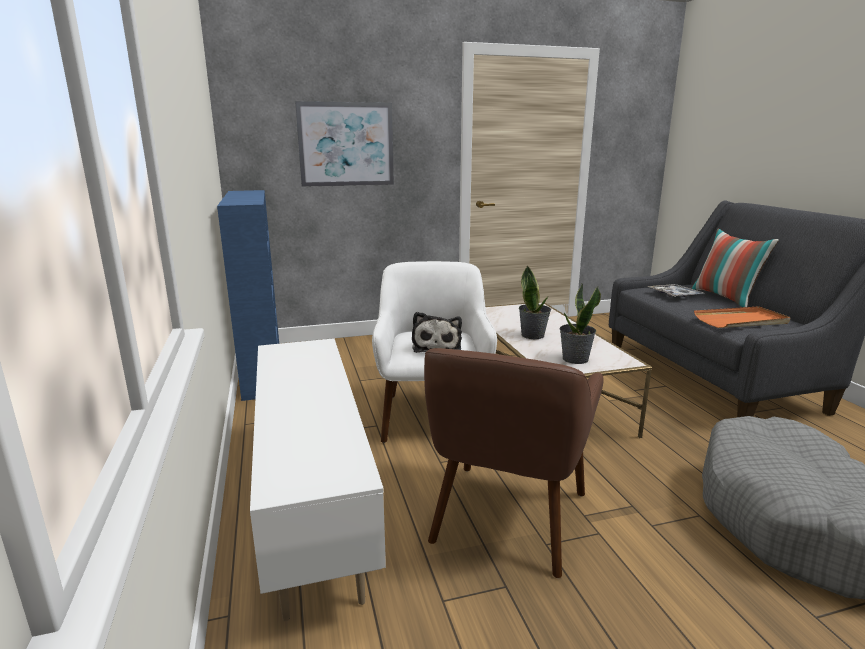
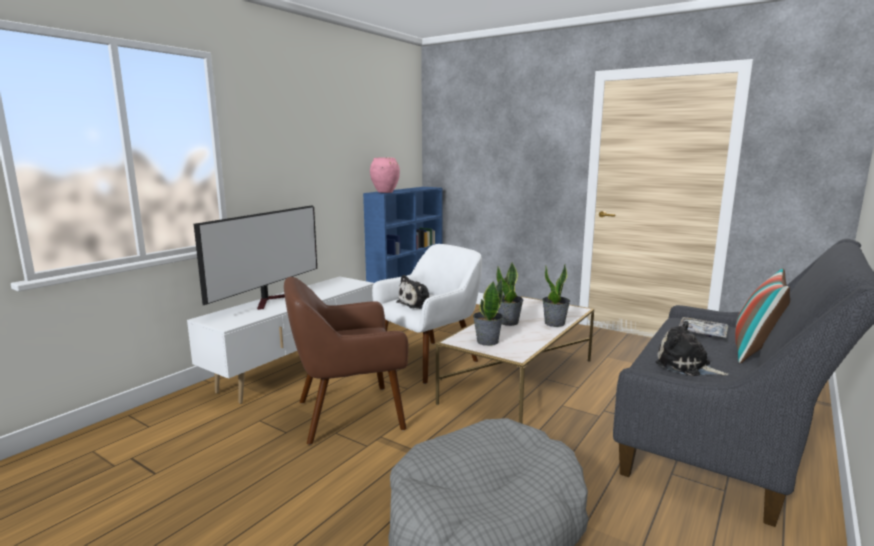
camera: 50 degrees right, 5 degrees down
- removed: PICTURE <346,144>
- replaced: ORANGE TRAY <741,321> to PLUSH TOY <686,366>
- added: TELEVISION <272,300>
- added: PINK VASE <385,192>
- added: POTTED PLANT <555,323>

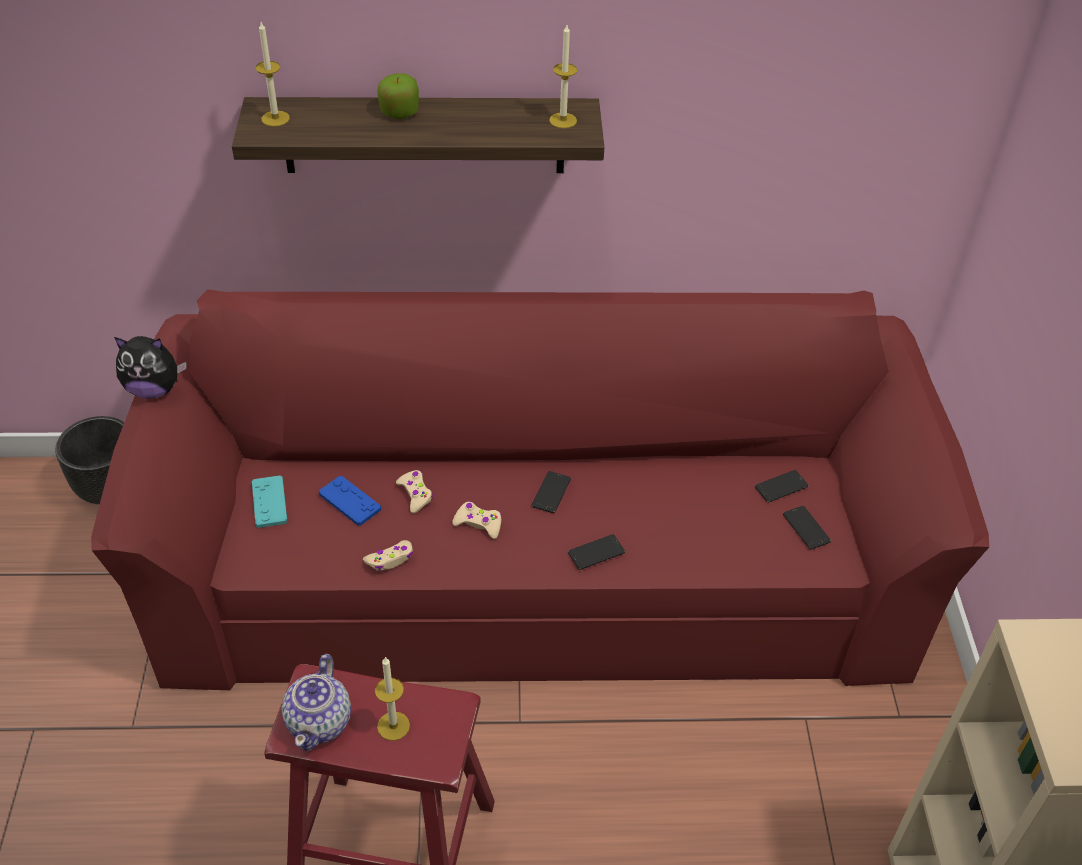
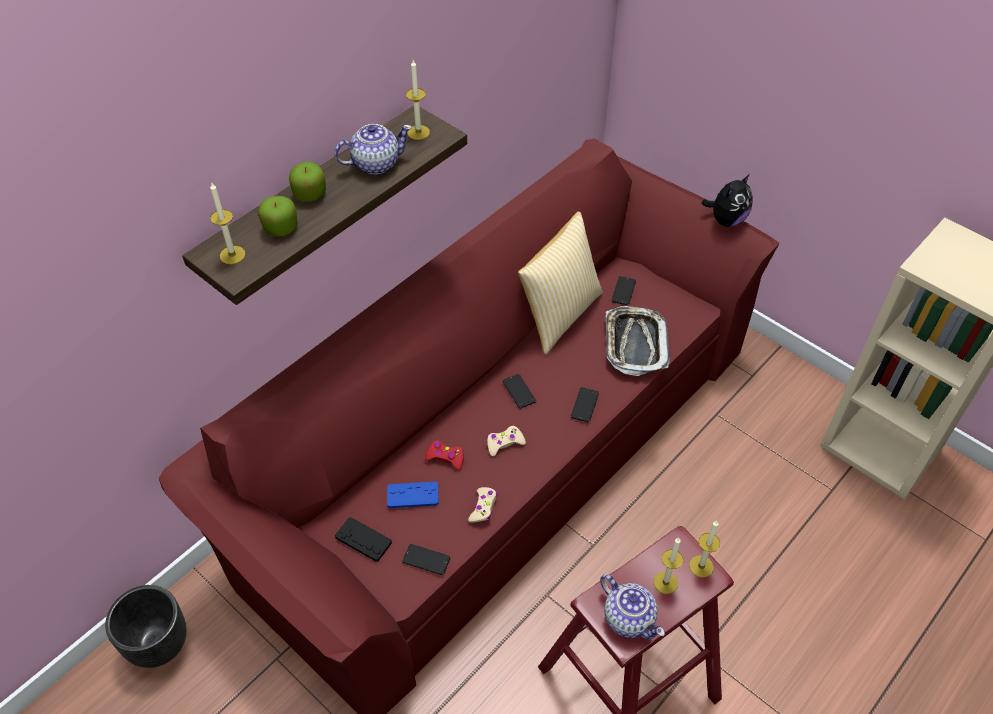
camera: 45 degrees left, 5 degrees up
- moved: PLUSH TOY <154,389> to <726,220>
- recoloured: TURQUOISE GAME CONTROLLER <269,502> to BLACK GAME CONTROLLER <363,540>
- recoloured: BEIGE GAME CONTROLLER <415,494> to RED GAME CONTROLLER <445,457>
- moved: PHONE <806,528> to <426,560>
- added: APPLE <280,228>
- added: TEAPOT <375,163>
- added: PILLOW <559,315>
- added: TRAY <635,344>
- added: CANDLE <701,566>

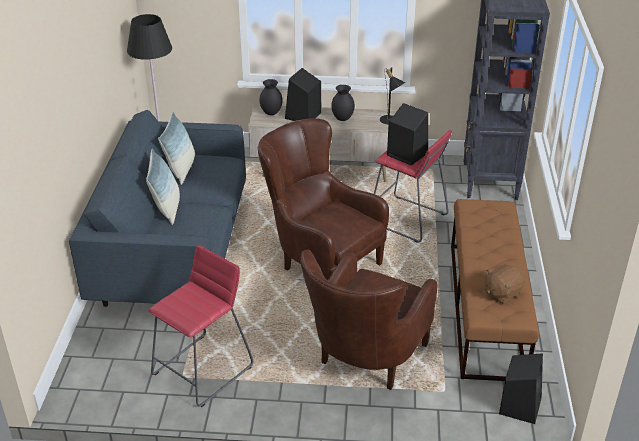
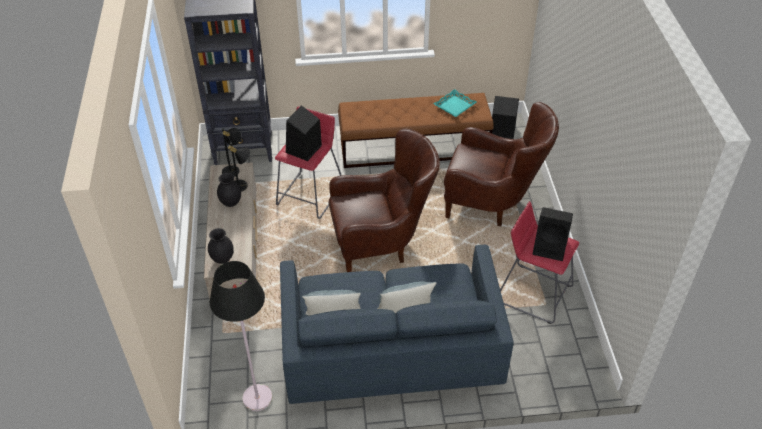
camera: 100 degrees left, 10 degrees up
- turned: BROWN ARMCHAIR <320,261> = <382,244> 135 degrees counterclockwise
- moved: BLACK SPEAKER <303,116> to <550,247>
- replaced: BROWN PLUSH TOY <502,293> to TURQUOISE TRAY <454,106>
- added: BLACK TABLE LAMP <242,186>

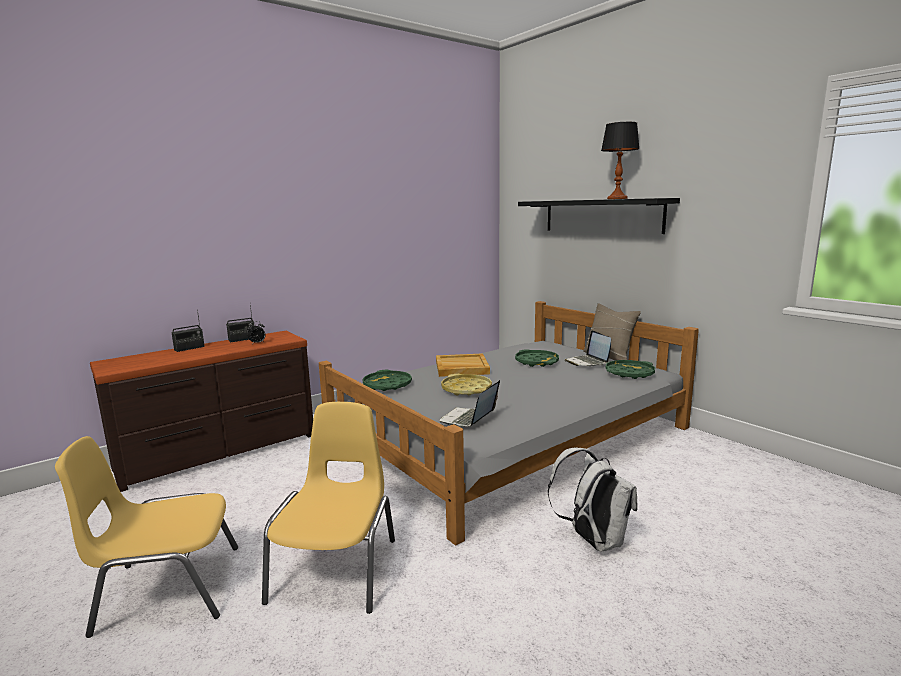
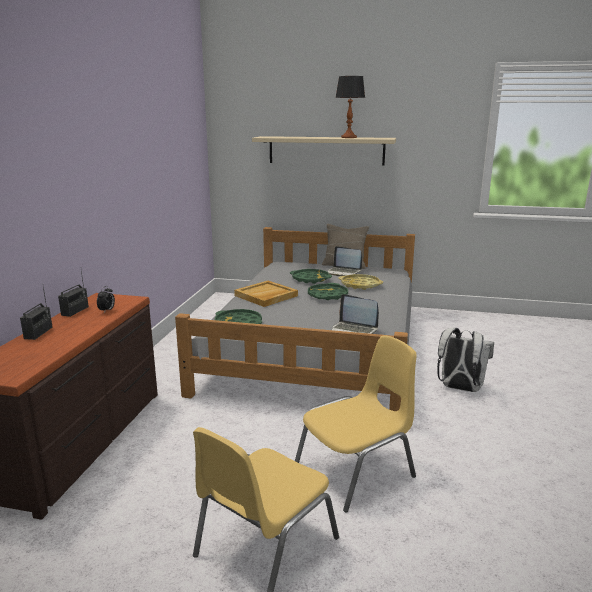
camera: 40 degrees left, 5 degrees up
- turned: YELLOW CHAIR <337,568> = <357,470> 90 degrees clockwise
- turned: LAPTOP <468,419> = <353,331> 45 degrees counterclockwise
- moved: YELLOW TRAY <466,389> to <360,285>
- recoloured: BLACK SHELF <601,216> to BEIGE SHELF <326,150>
- moved: GREEN TRAY <629,373> to <327,295>

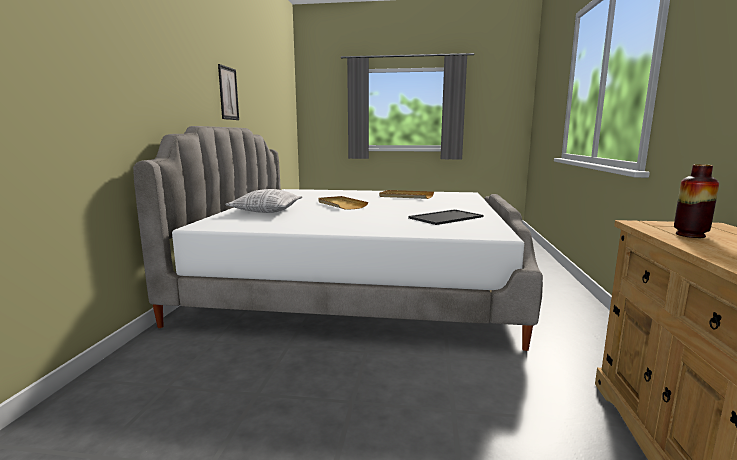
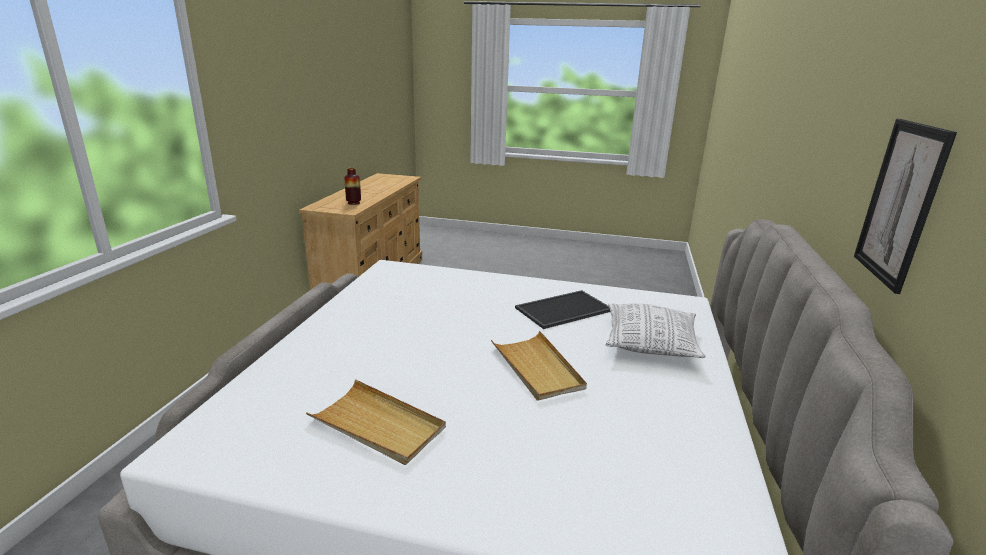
camera: 175 degrees left, 10 degrees up
- moved: TRAY <445,217> to <564,310>

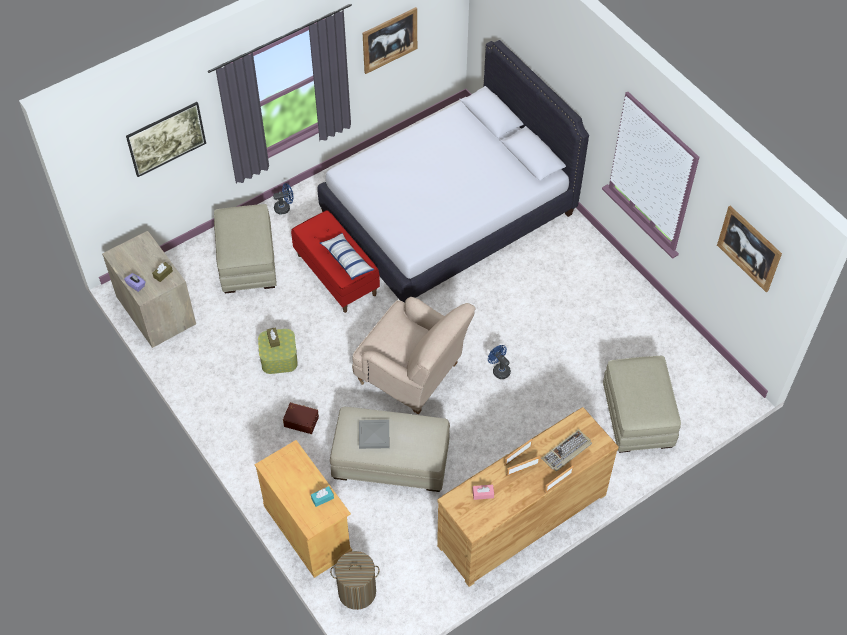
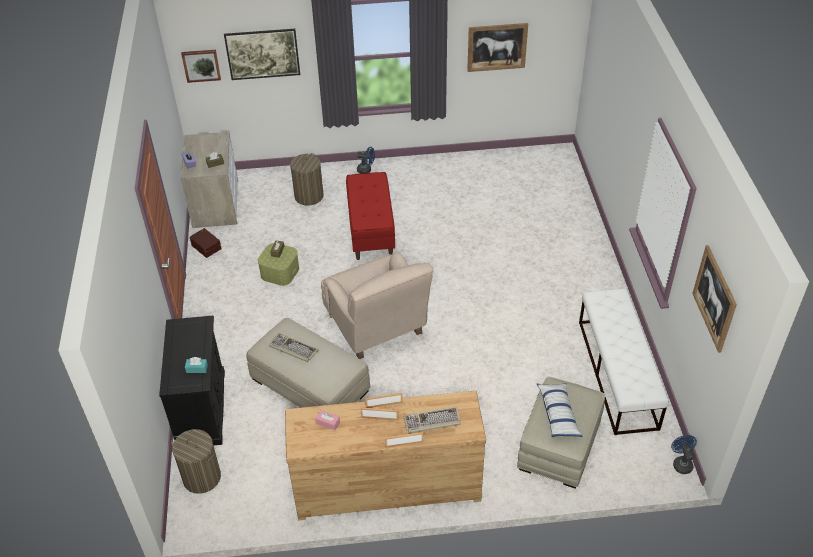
camera: 30 degrees right, 10 degrees down
- replaced: BEIGE OTTOMAN <247,261> to LAUNDRY BASKET <309,196>
- recoloured: BEIGE CABINET <308,529> to BLACK CABINET <202,408>
- moved: BROWN STORAGE BOX <301,420> to <207,246>
- removed: WHITE BED <448,213>
- moved: PILLOW <347,260> to <558,414>
- replaced: GREY TRAY <373,435> to KEYBOARD <293,349>
- moved: BLUE FAN <499,370> to <681,463>
- added: PICTURE <201,65>
- added: WHITE BENCH <617,374>

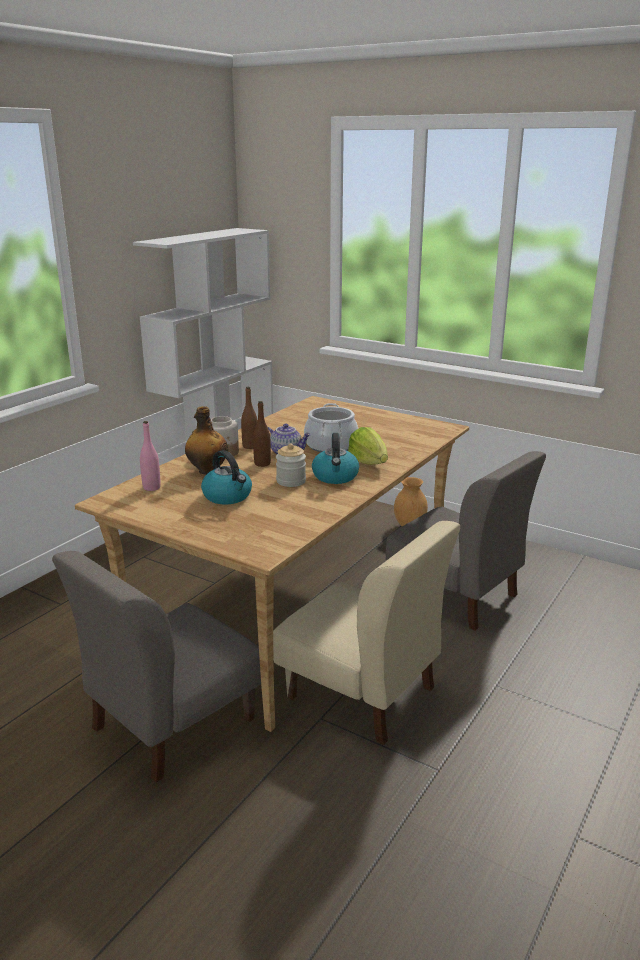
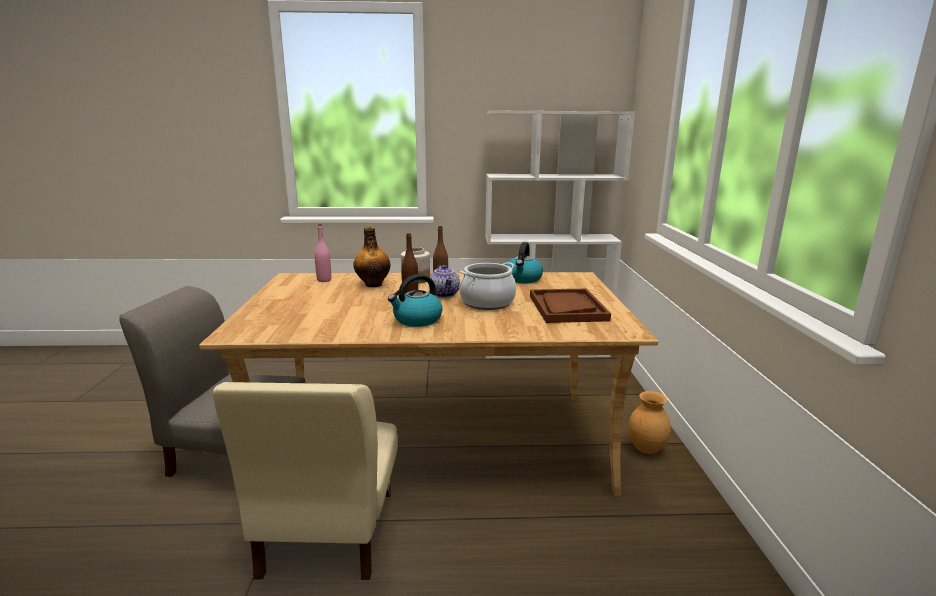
camera: 55 degrees right, 5 degrees down
- moved: KETTLE <228,496> to <523,279>
- removed: JAR <291,481>
- removed: LETTUCE <369,462>
- removed: GREY CHAIR <456,595>
- added: BROWN TRAY <567,308>

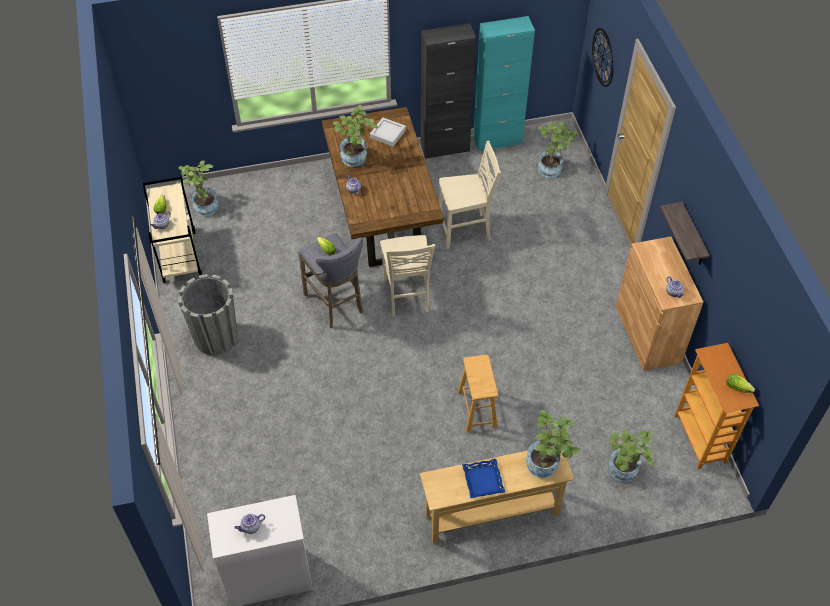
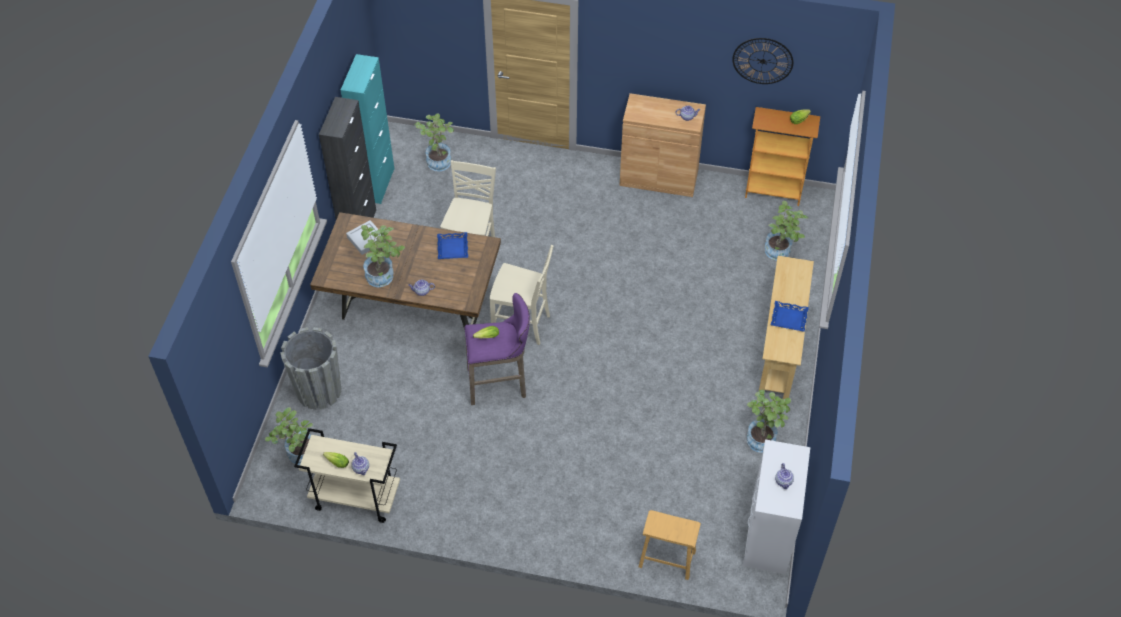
camera: 65 degrees left, 0 degrees up
- moved: GREY PLANTER <216,337> to <319,391>
- recoloured: GREY STOOL <336,305> to PURPLE STOOL <500,383>
- moved: BROWN STOOL <477,409> to <667,559>
- moved: POTTED PLANT <547,465> to <763,437>
- moved: WALL CLOCK <603,57> to <762,61>
- removed: SHELF <693,236>
- added: BLUE TRAY <453,248>

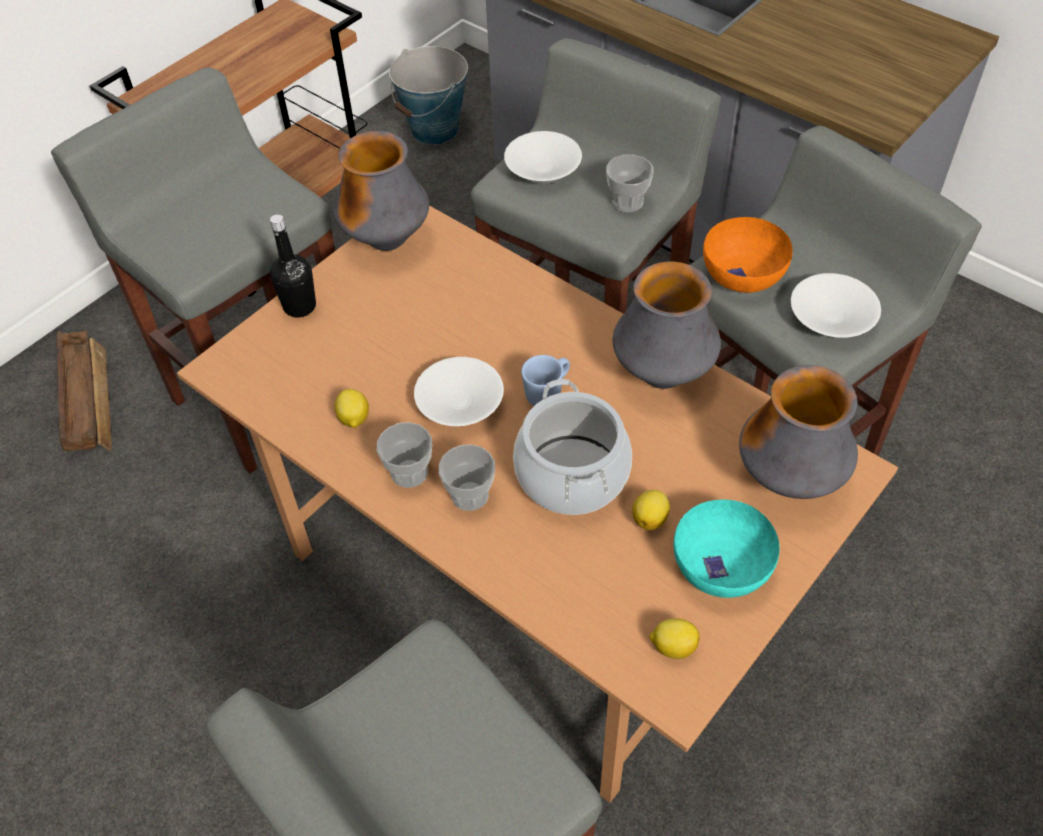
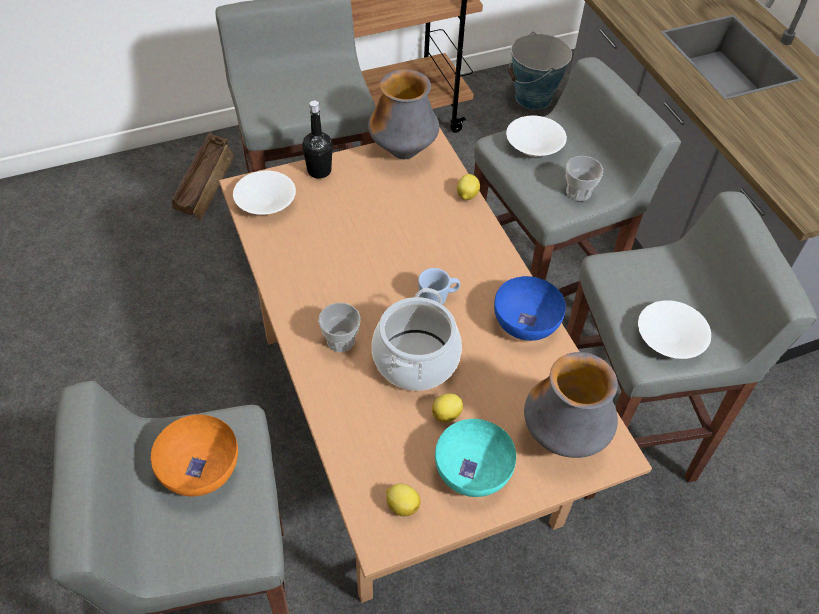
camera: 25 degrees right, 0 degrees up
- moved: LEMON <353,419> to <466,195>
- removed: CUP <409,472>
- moved: WHITE BOWL <461,404> to <266,203>
- replaced: VASE <662,374> to BLUE BOWL <524,322>
- moved: ORANGE BOWL <743,275> to <200,470>

